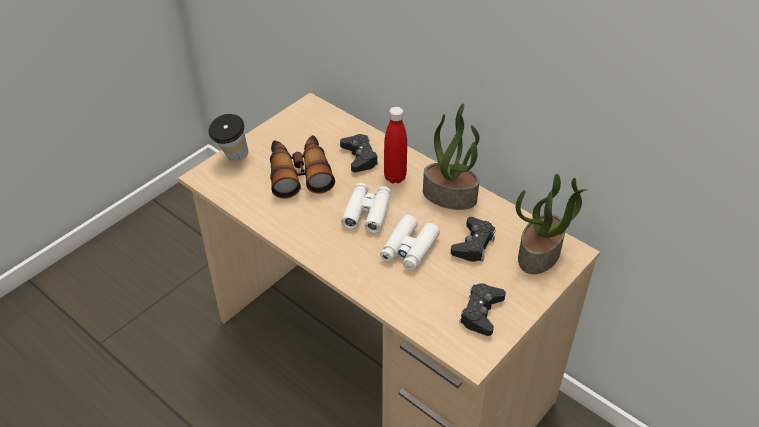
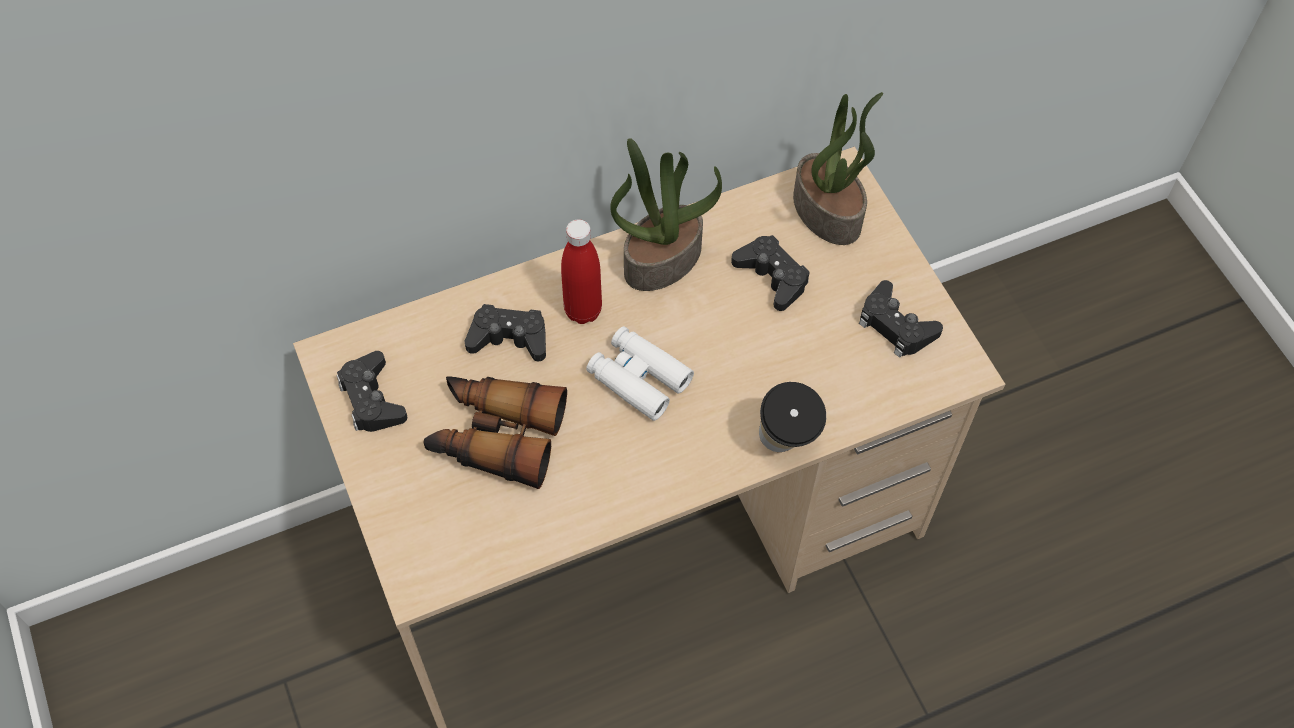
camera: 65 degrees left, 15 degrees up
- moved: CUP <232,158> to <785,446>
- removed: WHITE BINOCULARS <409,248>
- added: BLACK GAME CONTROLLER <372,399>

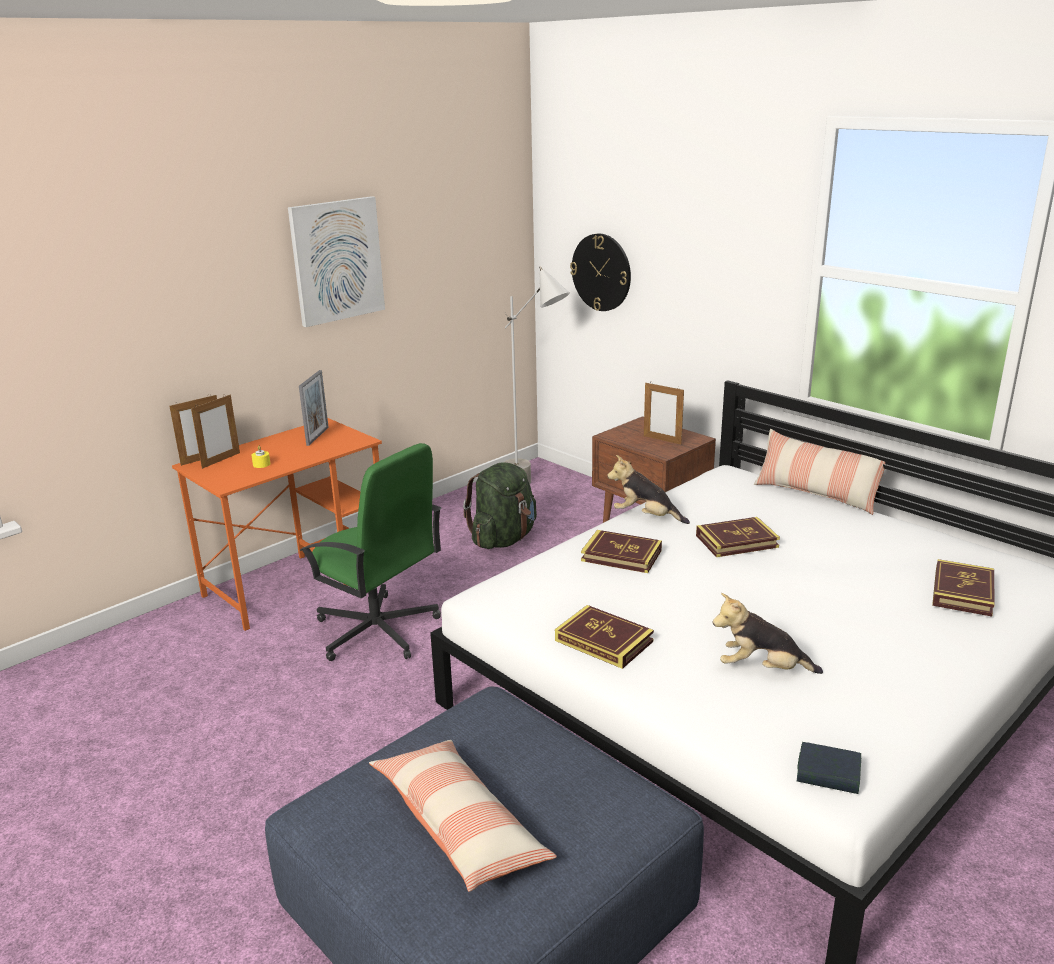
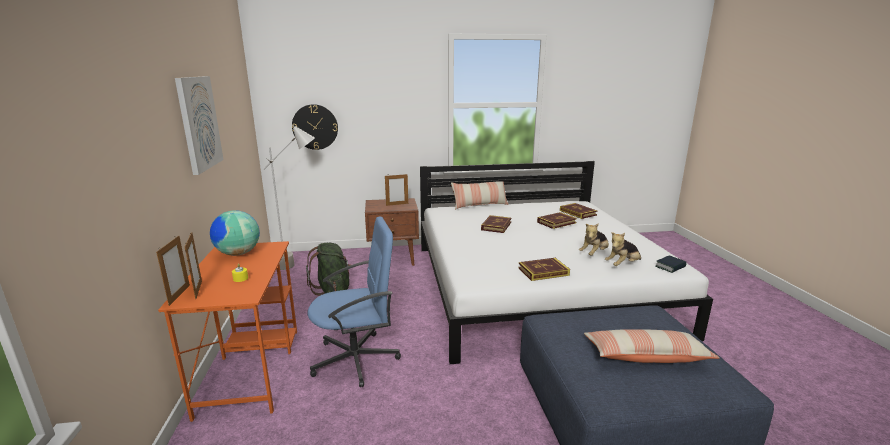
camera: 55 degrees left, 5 degrees down
- replaced: PICTURE FRAME <317,436> to GLOBE <238,253>
- recoloured: GREEN OFFICE CHAIR <377,631> to BLUE OFFICE CHAIR <357,359>
- moved: BOOK <621,556> to <556,222>
- moved: PLUSH TOY <646,517> to <622,265>

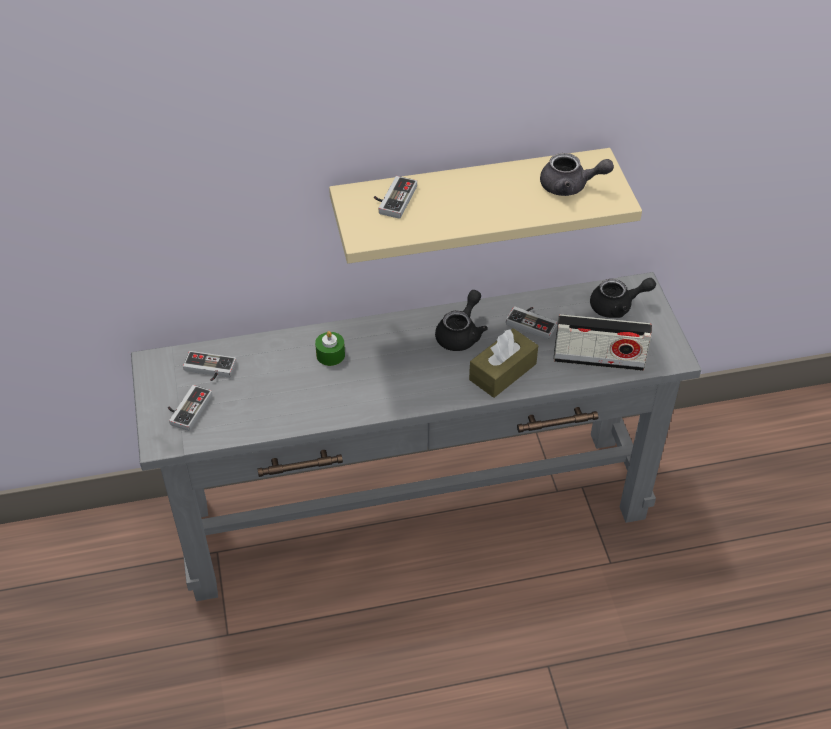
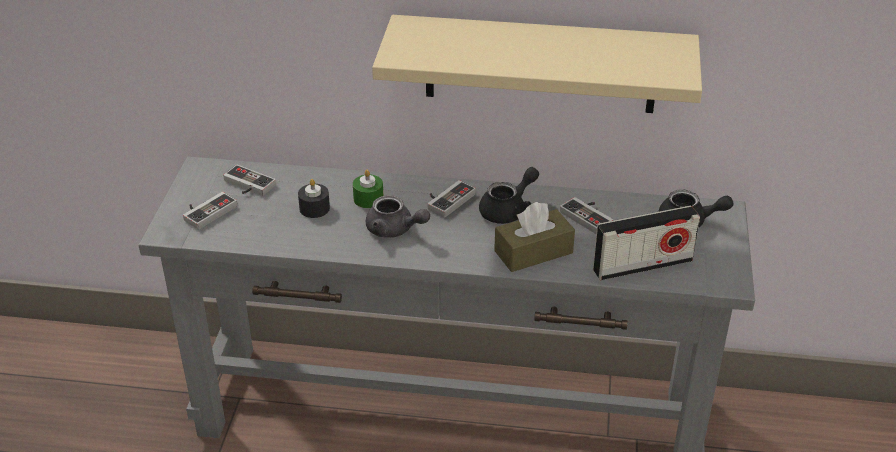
camera: 20 degrees right, 10 degrees down
- moved: GAME CONTROLLER <392,199> to <447,199>
- moved: GREY TEAPOT <570,186> to <394,230>
- turned: RADIO <598,360> = <642,265> 45 degrees counterclockwise
- added: BLACK CANDLE <314,208>

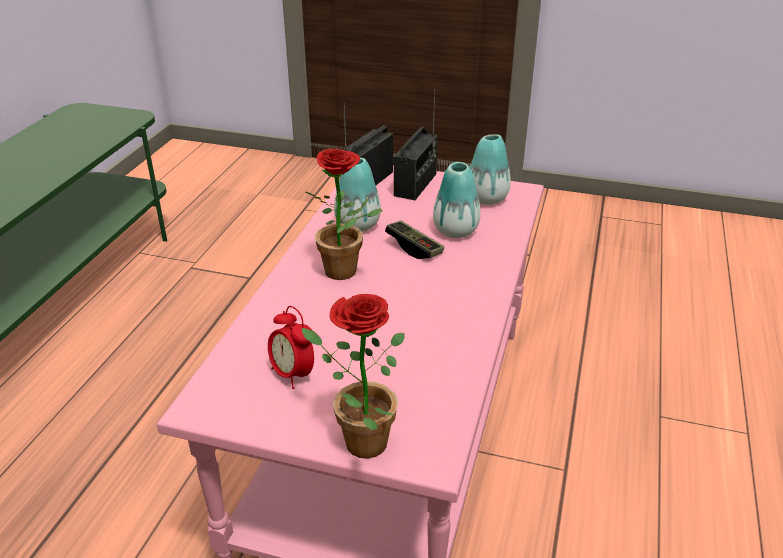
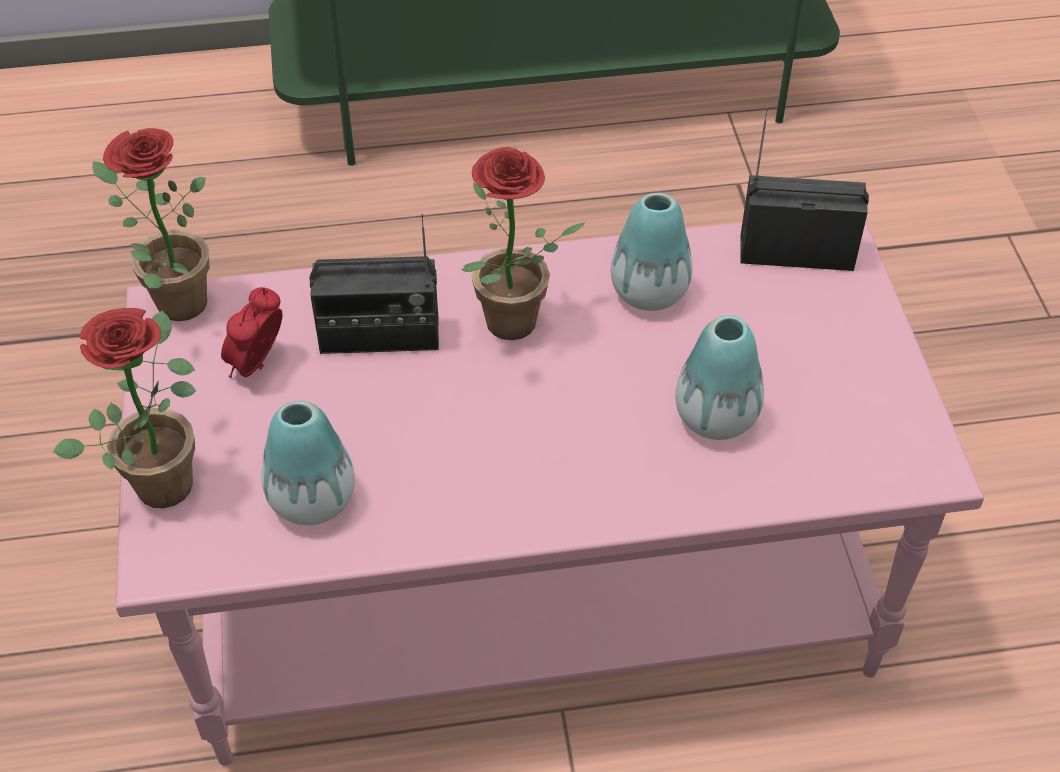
camera: 65 degrees right, 15 degrees up
- removed: GAME CONTROLLER <414,248>
- moved: RADIO <416,185> to <379,336>
- moved: VASE <486,198> to <312,500>
- added: POTTED PLANT <171,300>

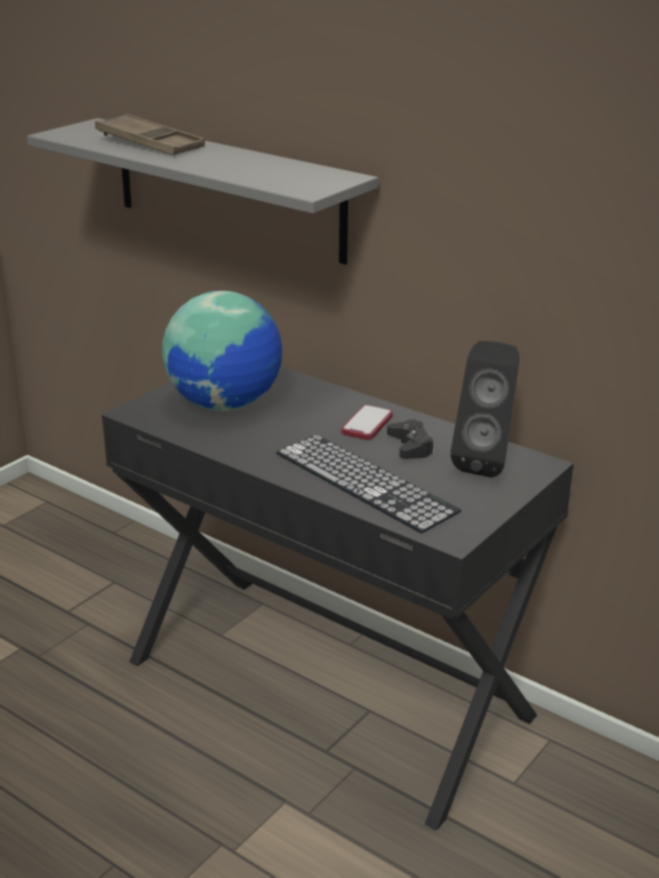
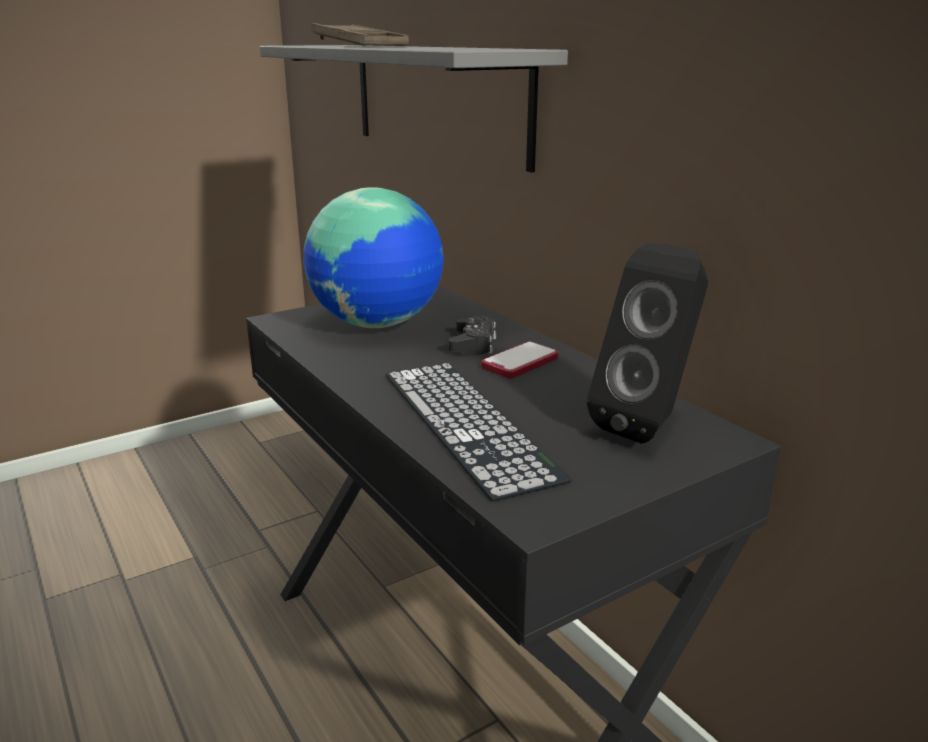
camera: 20 degrees right, 5 degrees down
- moved: BLACK GAME CONTROLLER <410,446> to <473,344>

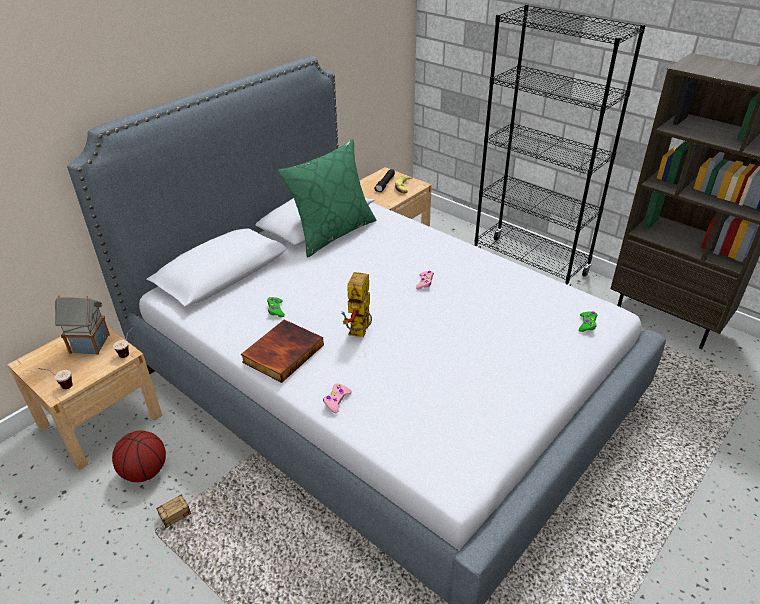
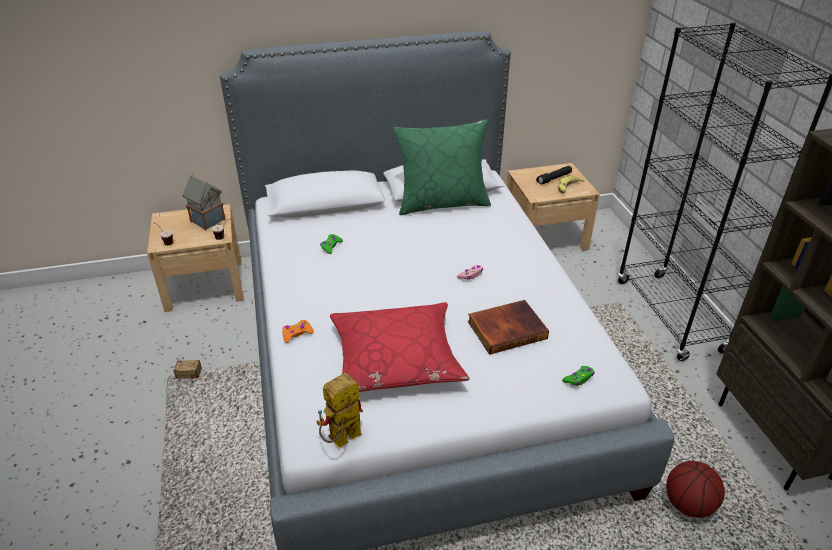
camera: 35 degrees right, 0 degrees up
- moved: BASKETBALL <145,472> to <688,505>
- moved: BOOK <282,352> to <507,329>
- recoloured: PINK GAME CONTROLLER <336,400> to ORANGE GAME CONTROLLER <297,334>
- moved: TOY ROBOT <360,333> to <341,441>
- added: RED PILLOW <396,358>

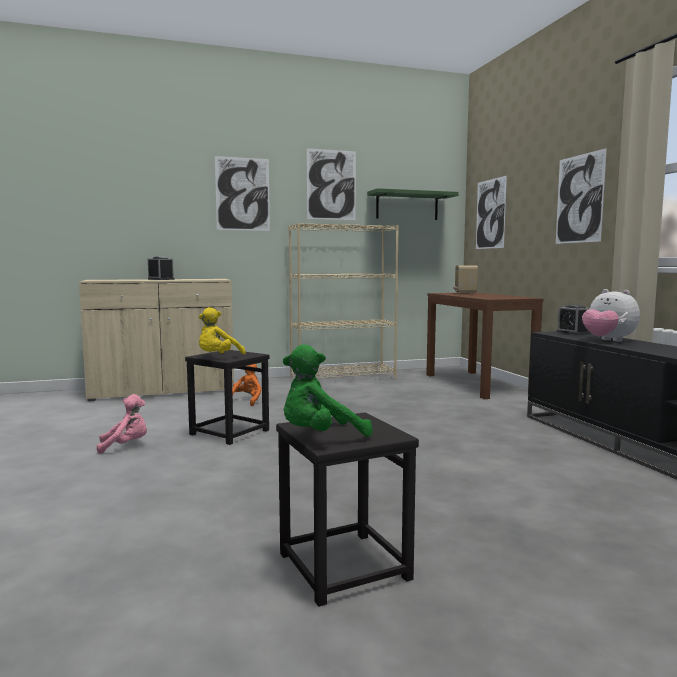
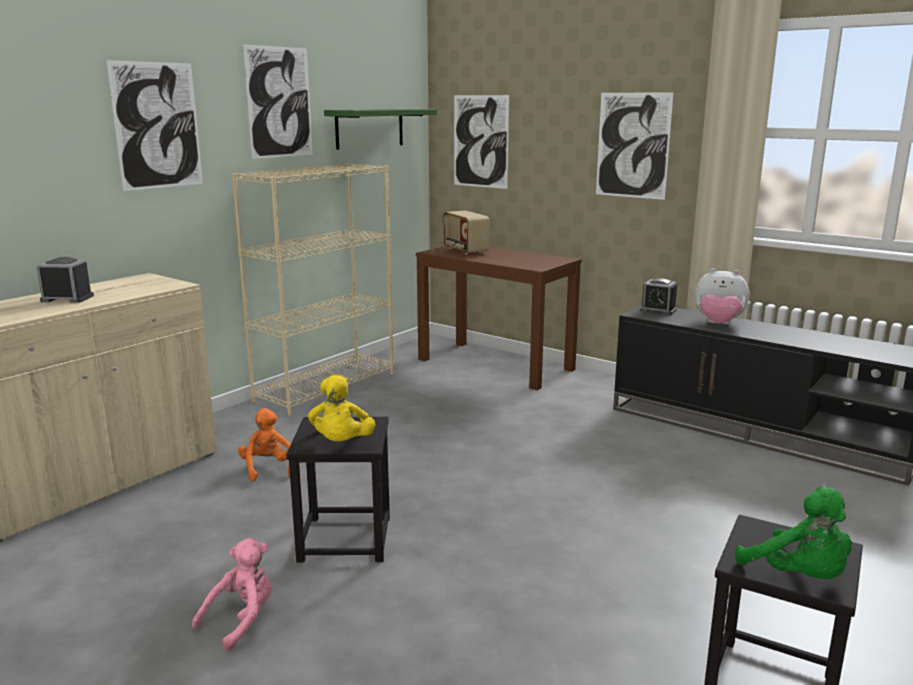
camera: 35 degrees left, 10 degrees up
- turned: GREEN PLUSH TOY <320,437> = <799,576> 60 degrees counterclockwise

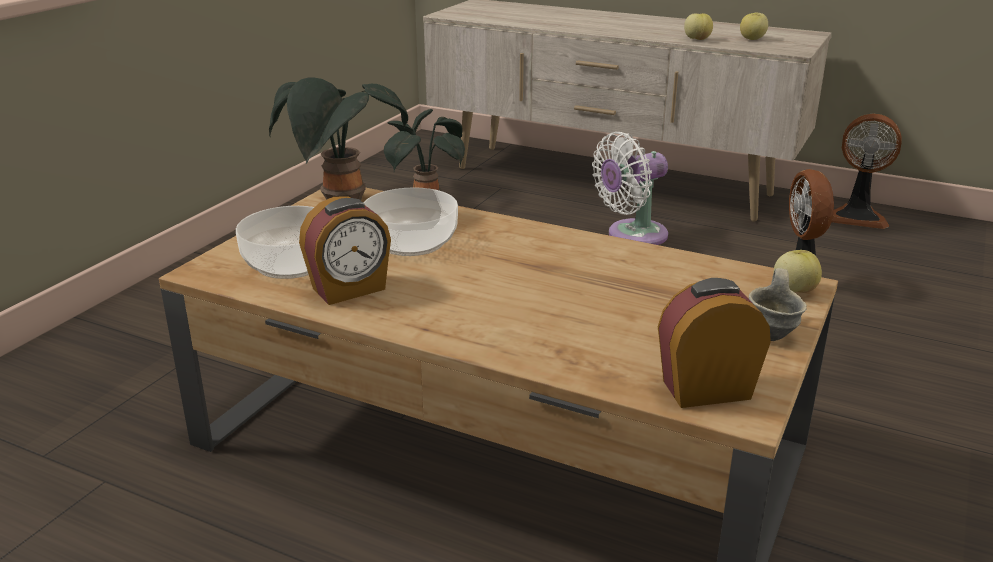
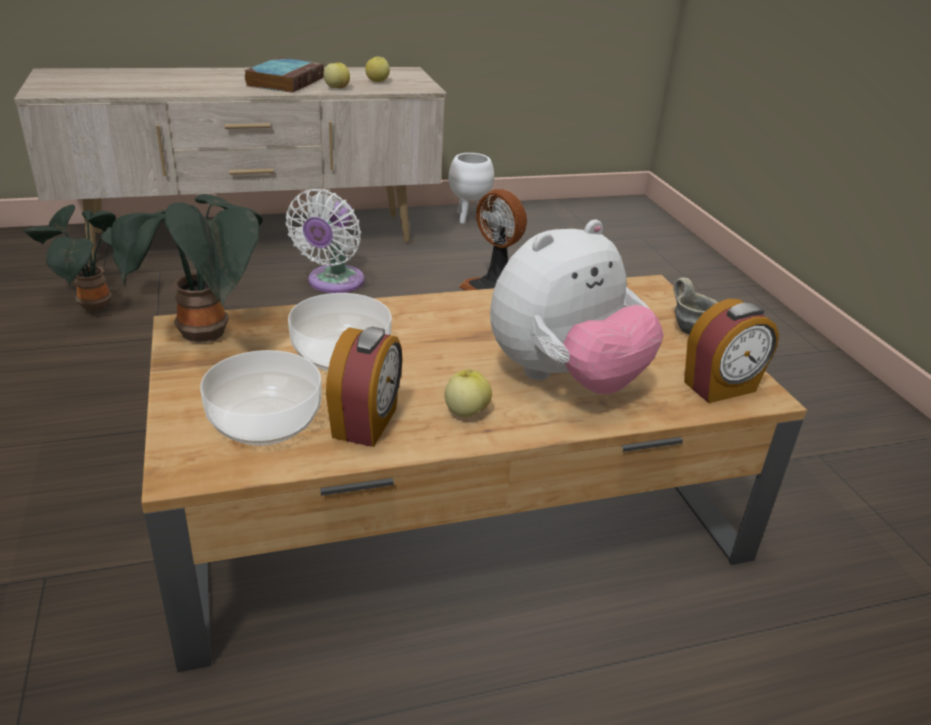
camera: 45 degrees left, 5 degrees up
- turned: ALARM CLOCK <705,389> = <721,388> 150 degrees counterclockwise
- moved: APPLE <793,291> to <465,411>
- replaced: FAN <857,217> to WHITE PLANTER <468,218>
- added: BOOK <285,81>
- added: PLUSH TOY <564,379>

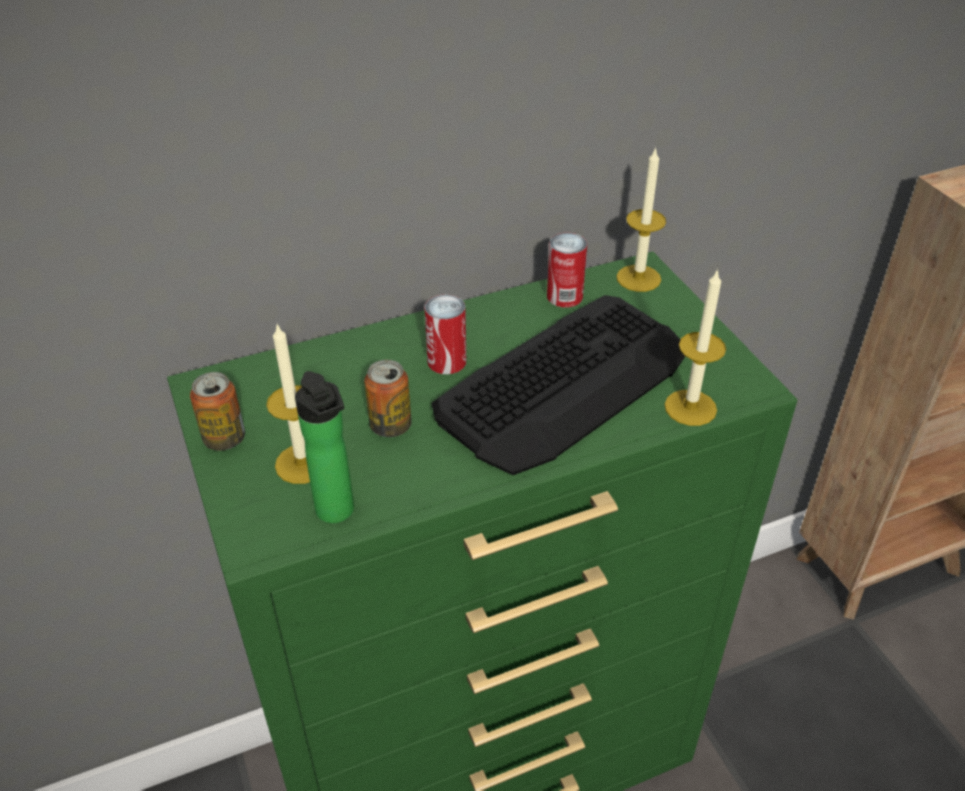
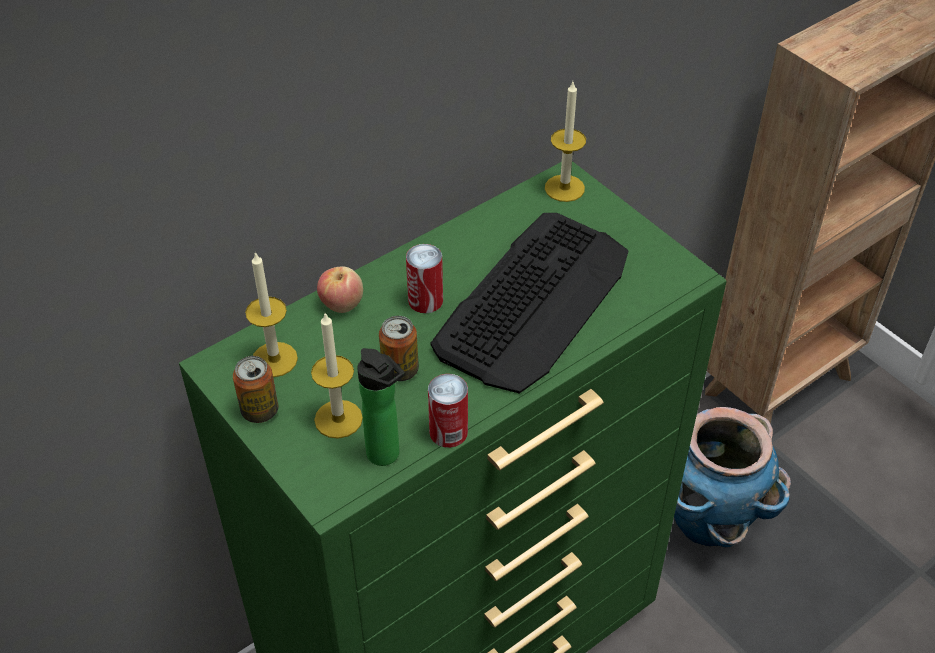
camera: 15 degrees left, 5 degrees up
- moved: CAN <564,296> to <448,432>
- moved: CANDLE <690,407> to <274,359>
- added: APPLE <341,303>
- added: PLANTER <708,521>

